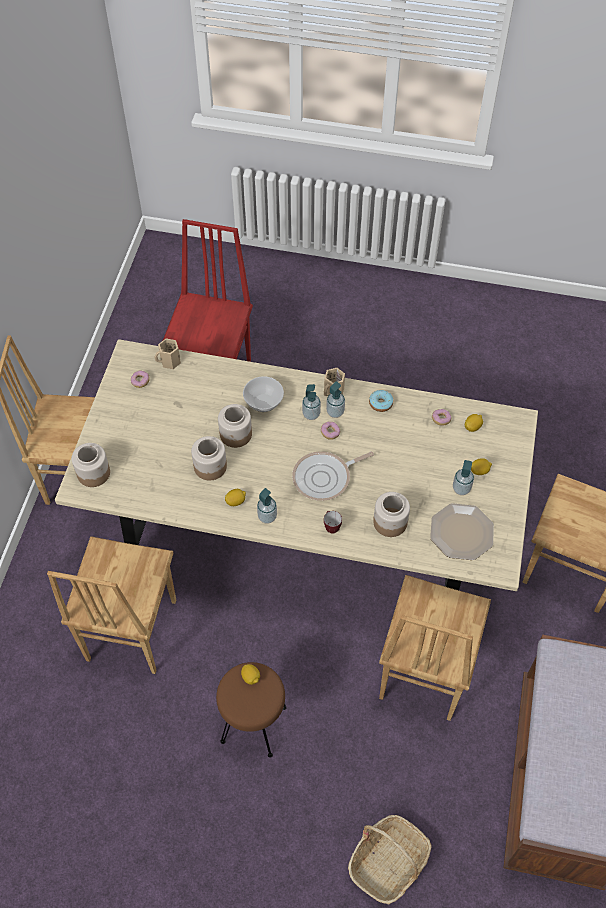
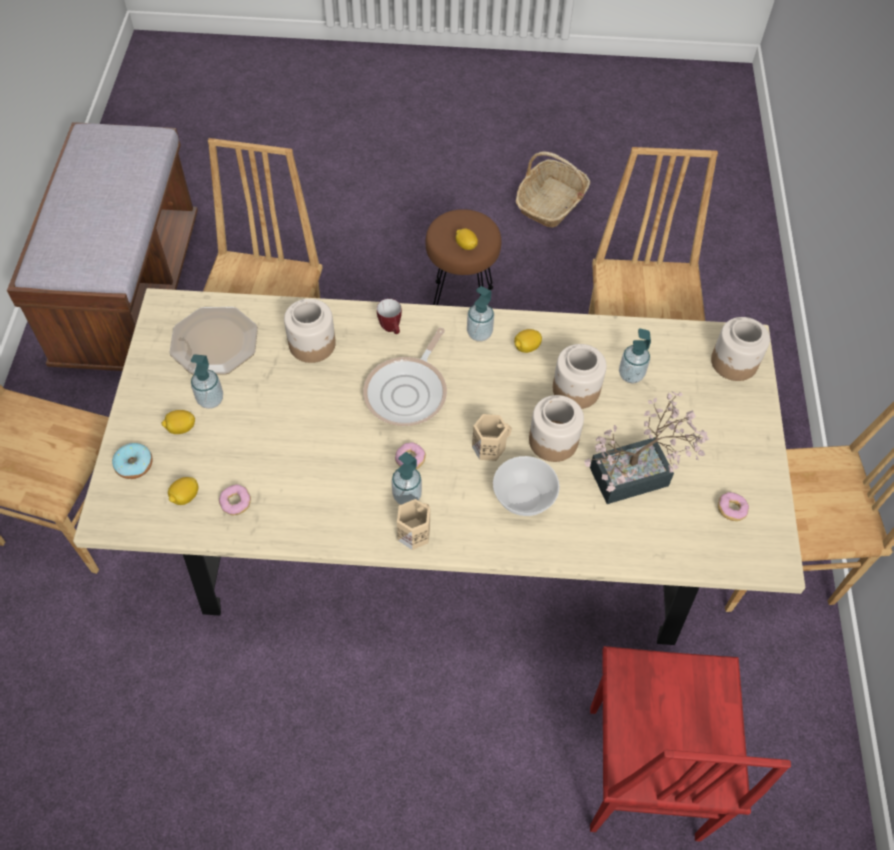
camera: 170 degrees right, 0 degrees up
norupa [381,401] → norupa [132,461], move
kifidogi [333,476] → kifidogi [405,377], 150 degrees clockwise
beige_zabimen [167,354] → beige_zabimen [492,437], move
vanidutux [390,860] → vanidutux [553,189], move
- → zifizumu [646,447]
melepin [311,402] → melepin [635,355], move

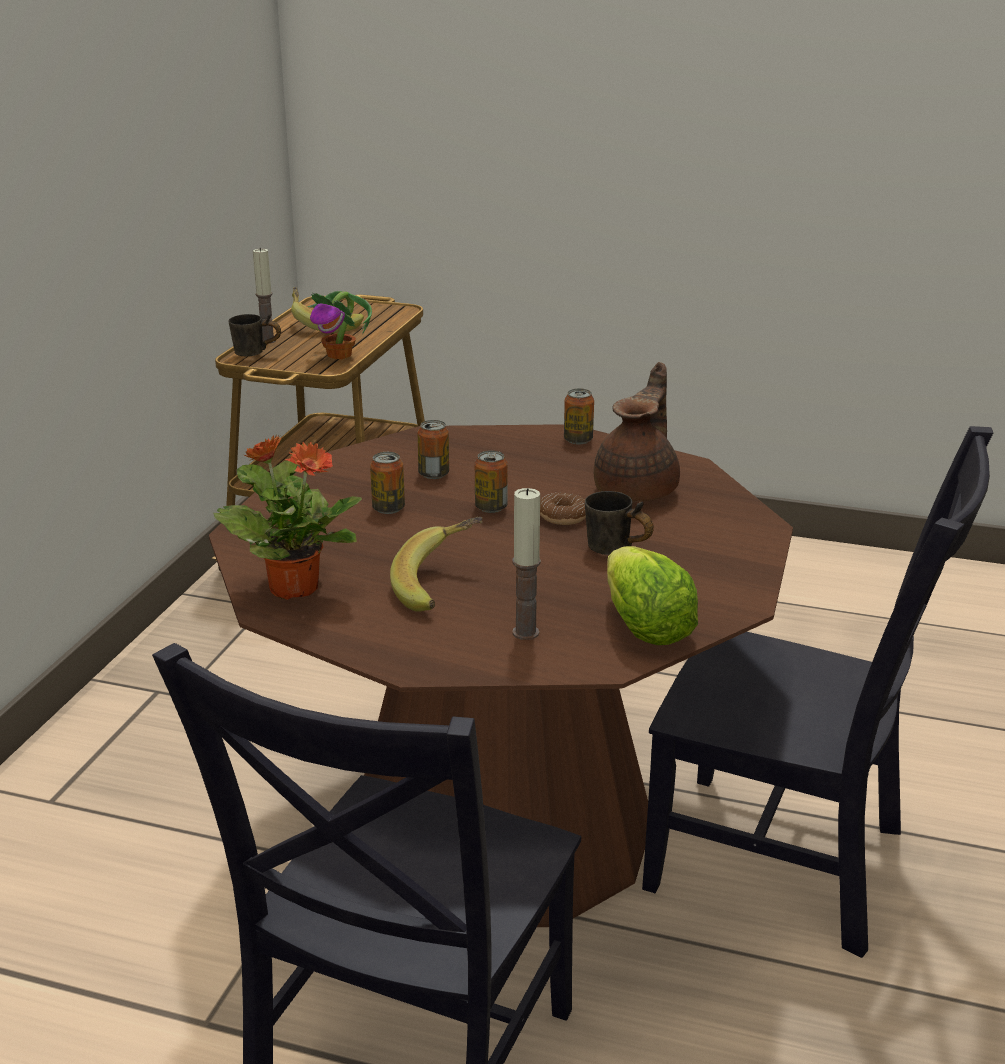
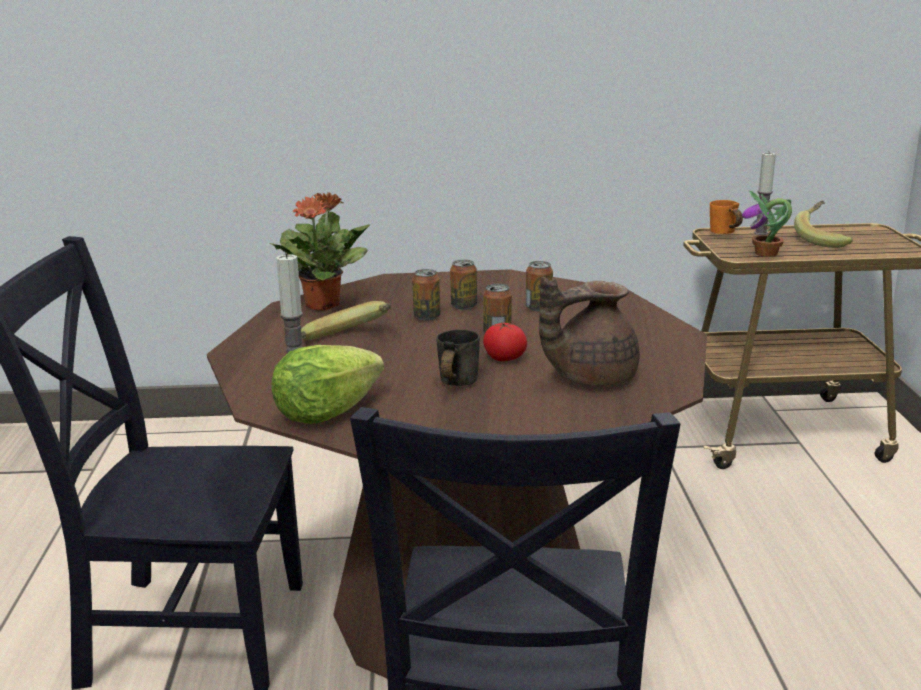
camera: 70 degrees right, 5 degrees down
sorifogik [579,416] → sorifogik [426,295], move
norupa [563,508] → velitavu [505,341]
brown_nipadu [637,432] → brown_nipadu [589,331], 150 degrees clockwise
grey_zabimen [254,335] → orange_zabimen [726,217]

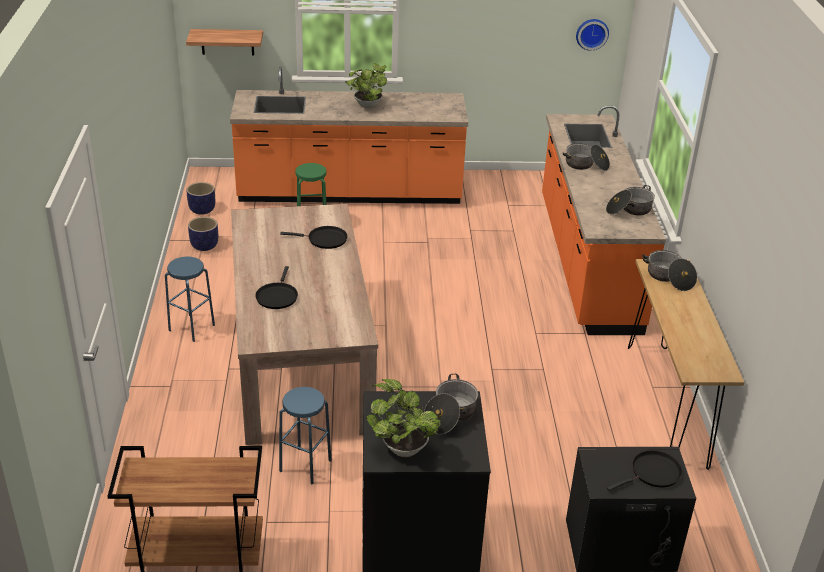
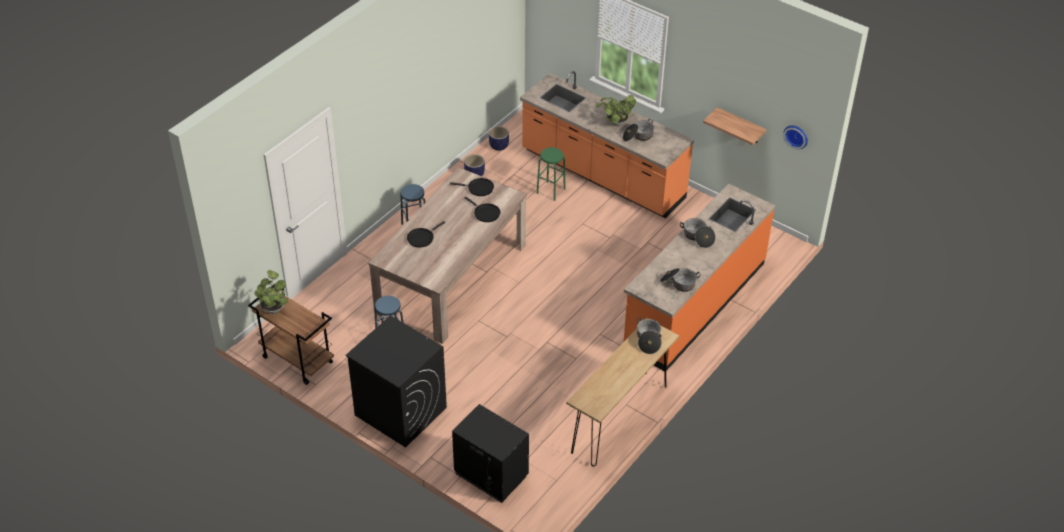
camera: 40 degrees right, 10 degrees up
zifizumu [403,418] → zifizumu [271,292], move
black_kifidogi [644,470] → black_kifidogi [472,187], move
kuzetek [451,404] → kuzetek [638,130], move
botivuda [224,42] → botivuda [735,126], move

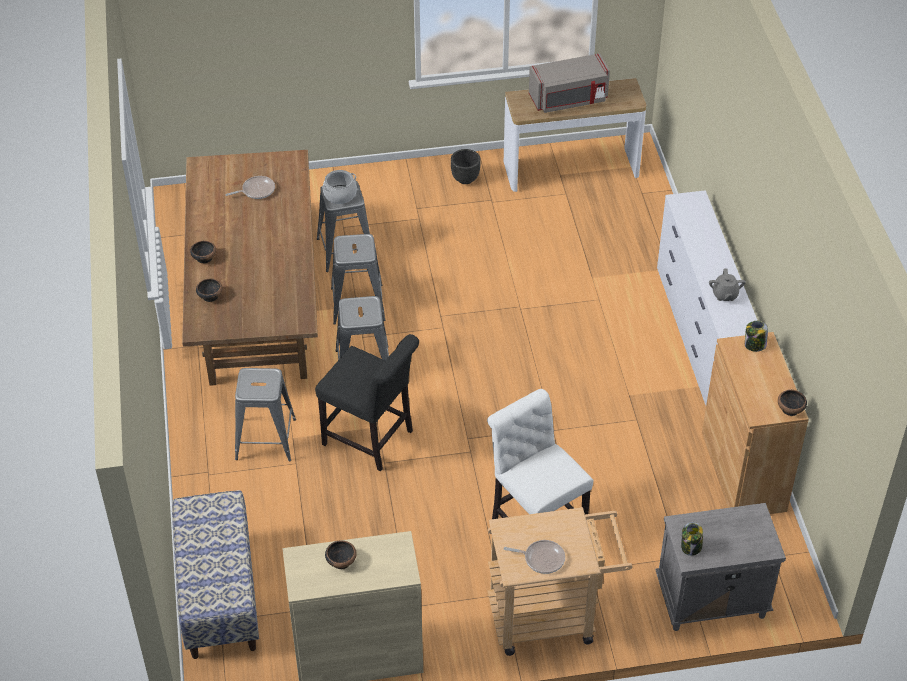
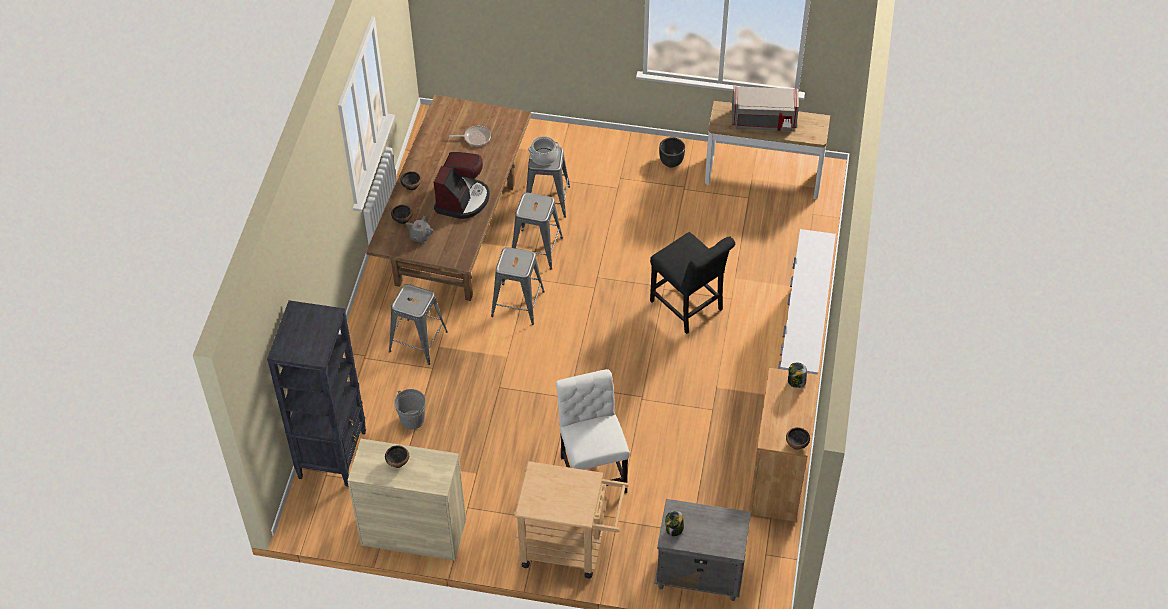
camera: 20 degrees right, 5 degrees up
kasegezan [215,574] → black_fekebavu [316,393]
- → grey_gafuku [410,409]
grey_nipadu [727,285] → grey_nipadu [419,229], move
- → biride [462,185]
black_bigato [367,402] → black_bigato [692,283], move
kifidogi [534,557] → -

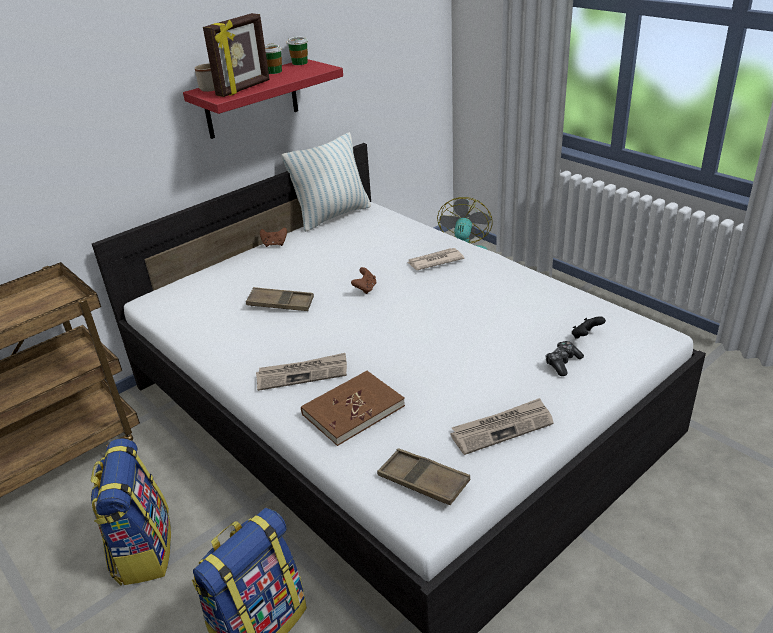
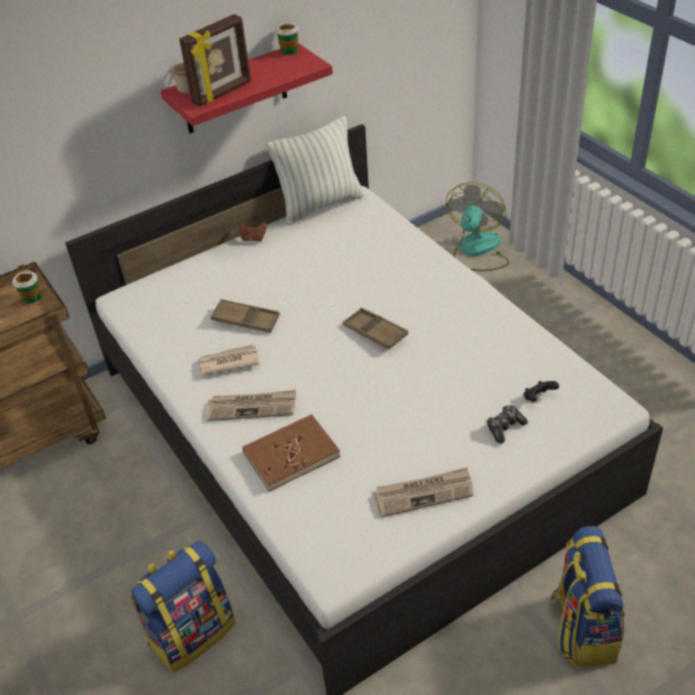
camera: 10 degrees right, 10 degrees up
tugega [273,58] → tugega [26,287], move
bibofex [436,259] → bibofex [229,360], move
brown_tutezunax [423,476] → brown_tutezunax [375,328], move
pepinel [131,512] → pepinel [587,596], move
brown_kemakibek [363,280] → -

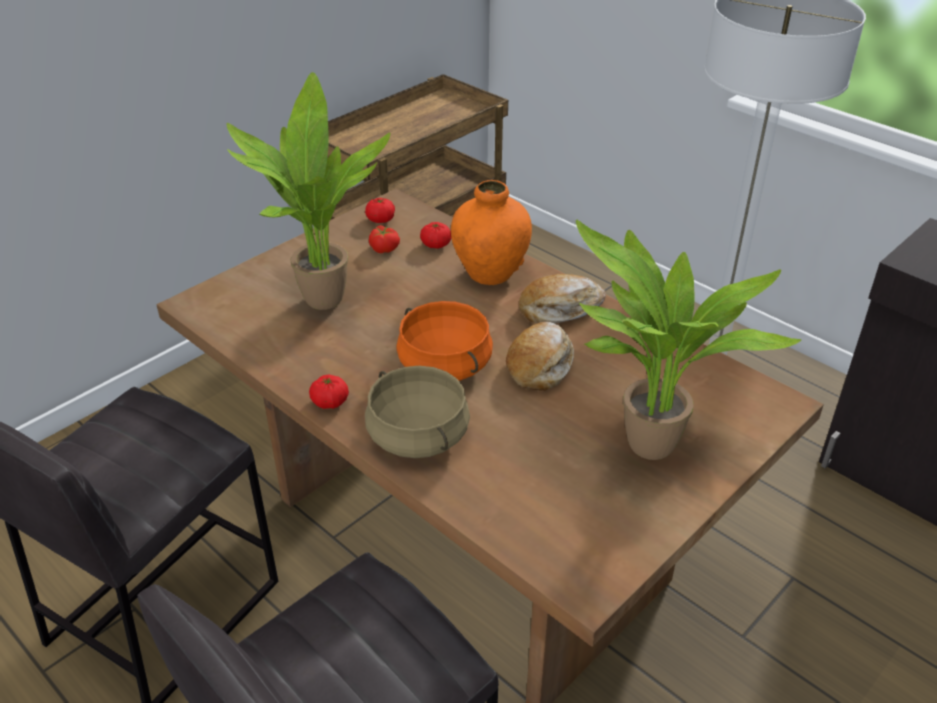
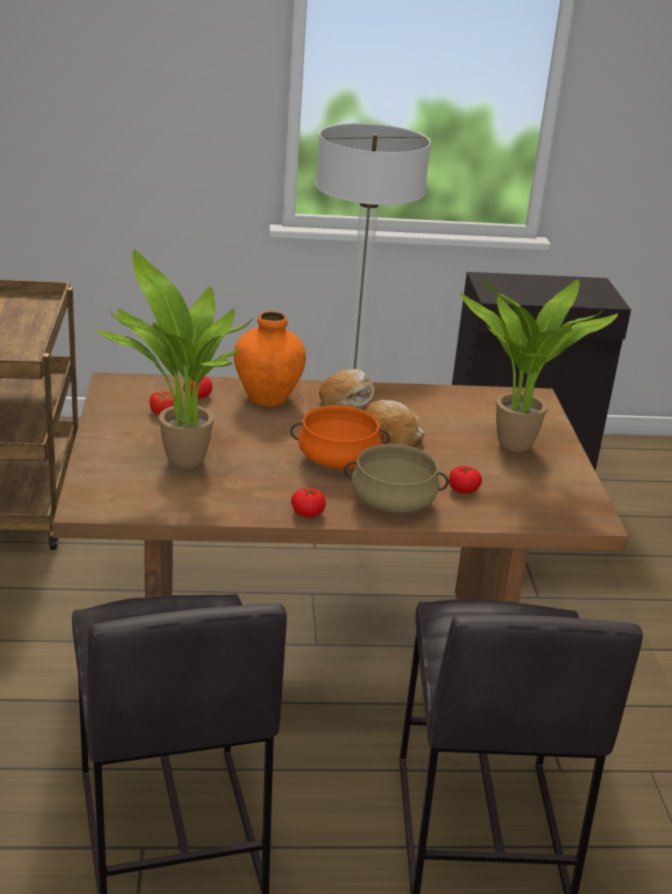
camera: 50 degrees left, 10 degrees down
velitavu [380,210] → velitavu [465,480], move

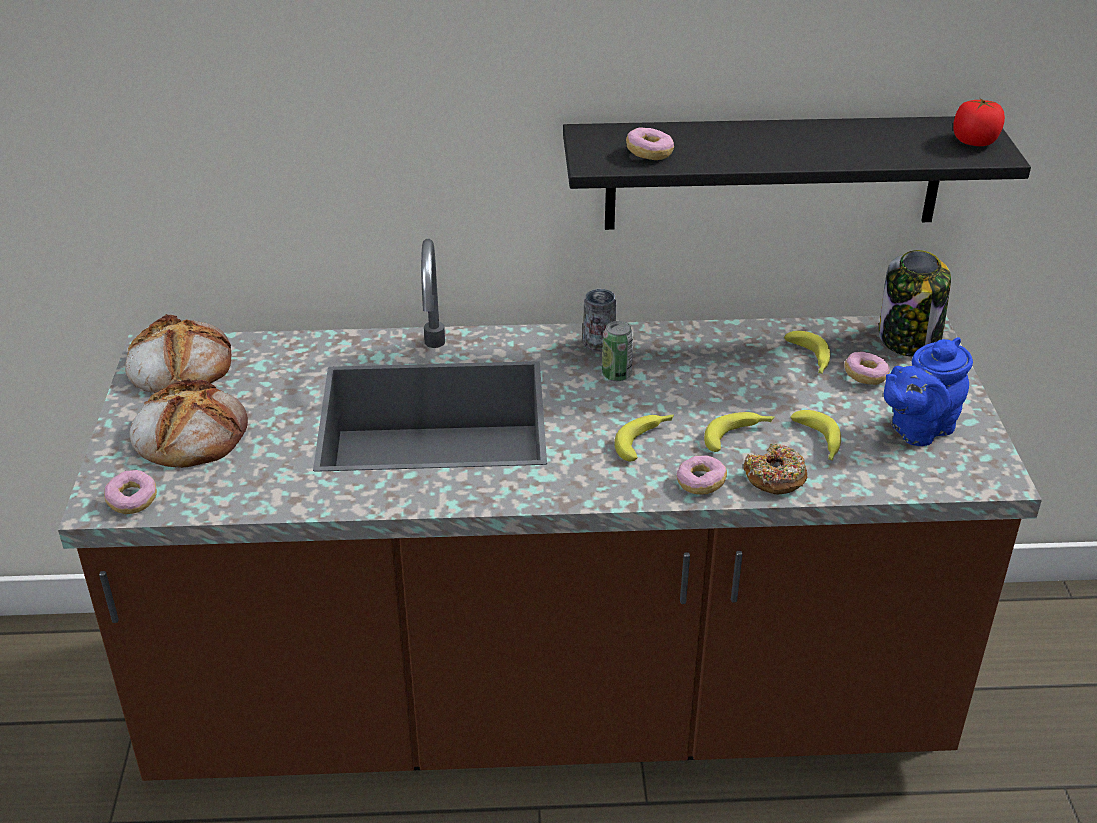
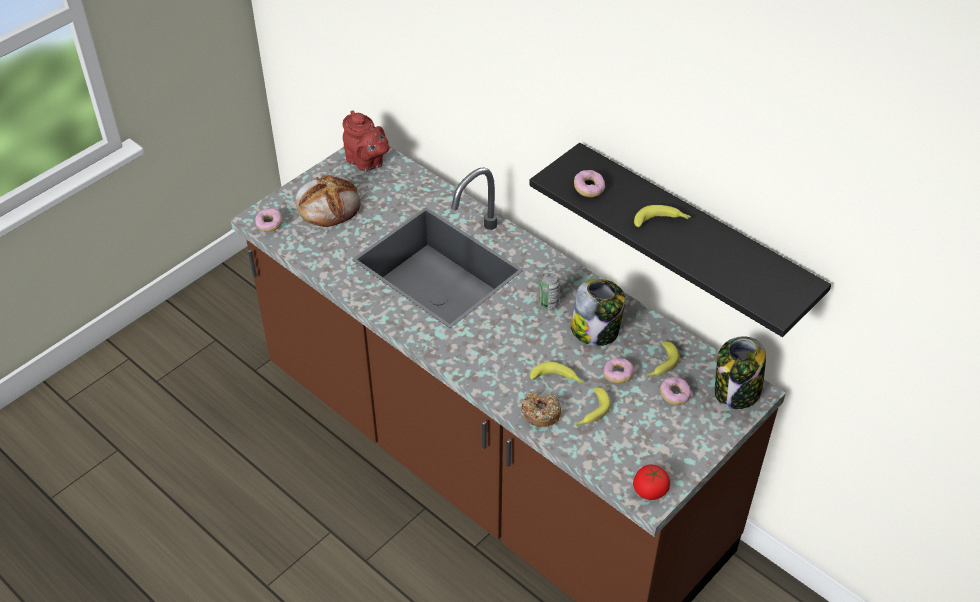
camera: 45 degrees right, 10 degrees up
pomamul [178,353] → red_nipadu [366,141]
- → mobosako [598,312]
norupa [702,475] → norupa [618,371], move
velitavu [979,122] → velitavu [651,482], move
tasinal [644,437] → tasinal [662,216], move
sorifogik [600,320] → -
blue_nipadu [928,391] → -

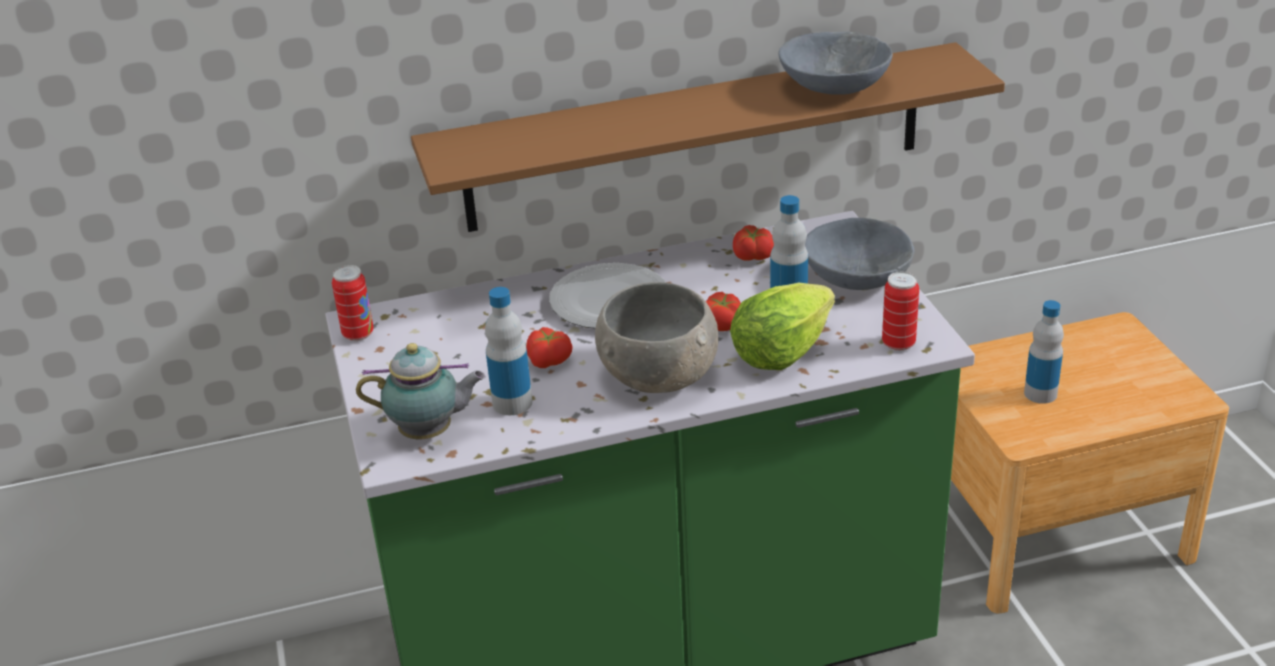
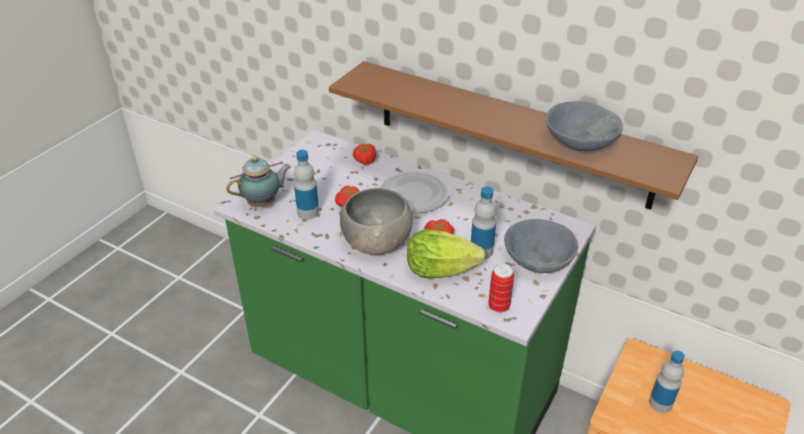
camera: 45 degrees right, 5 degrees up
nipadu [421,391] → nipadu [258,181], 75 degrees counterclockwise
velitavu [753,243] → velitavu [364,154], move
sorifogik [353,303] → -

